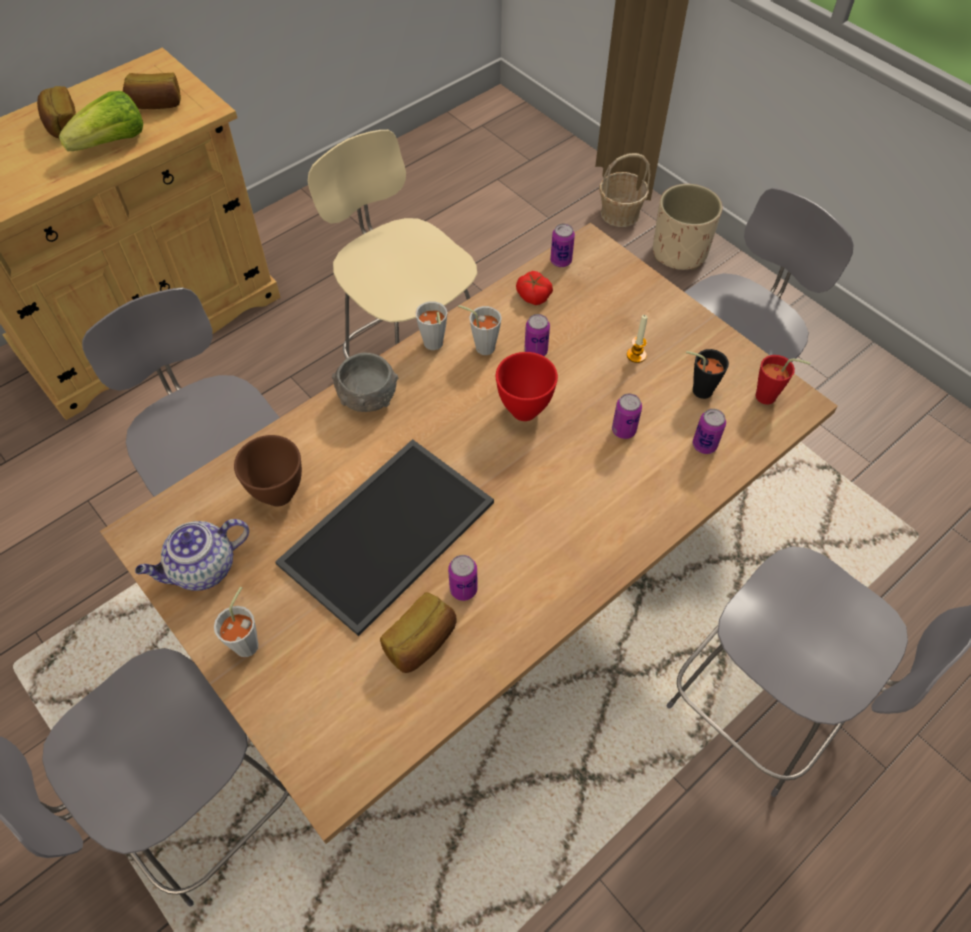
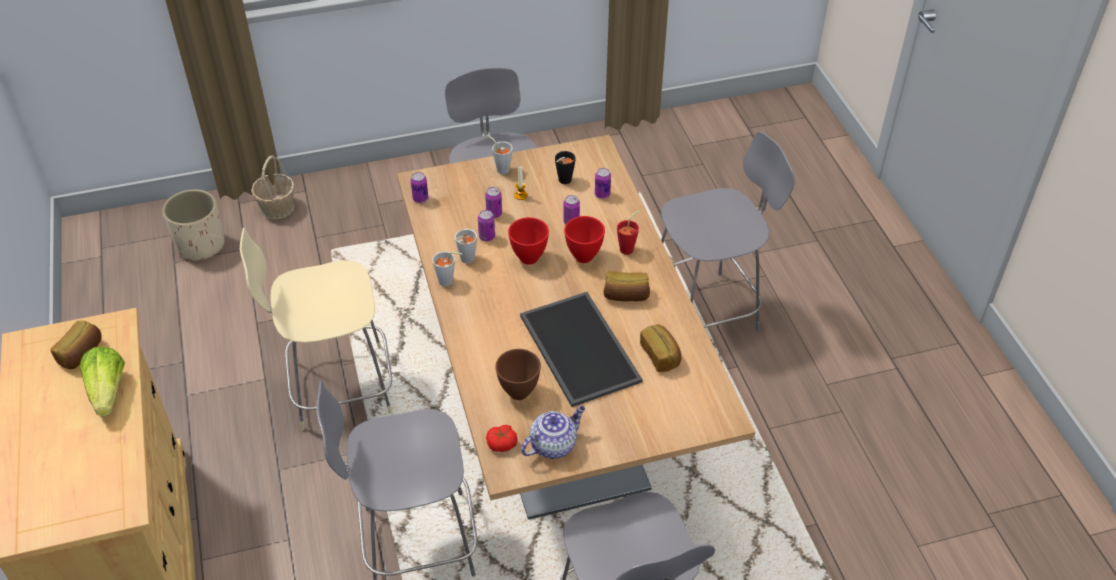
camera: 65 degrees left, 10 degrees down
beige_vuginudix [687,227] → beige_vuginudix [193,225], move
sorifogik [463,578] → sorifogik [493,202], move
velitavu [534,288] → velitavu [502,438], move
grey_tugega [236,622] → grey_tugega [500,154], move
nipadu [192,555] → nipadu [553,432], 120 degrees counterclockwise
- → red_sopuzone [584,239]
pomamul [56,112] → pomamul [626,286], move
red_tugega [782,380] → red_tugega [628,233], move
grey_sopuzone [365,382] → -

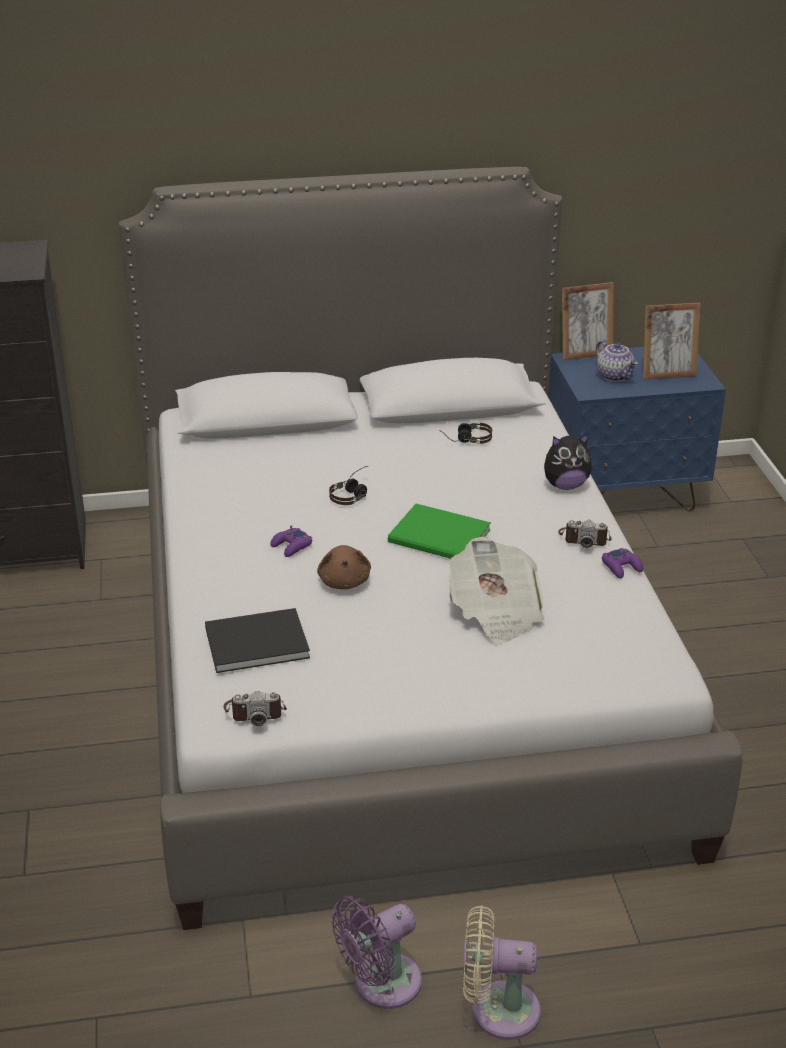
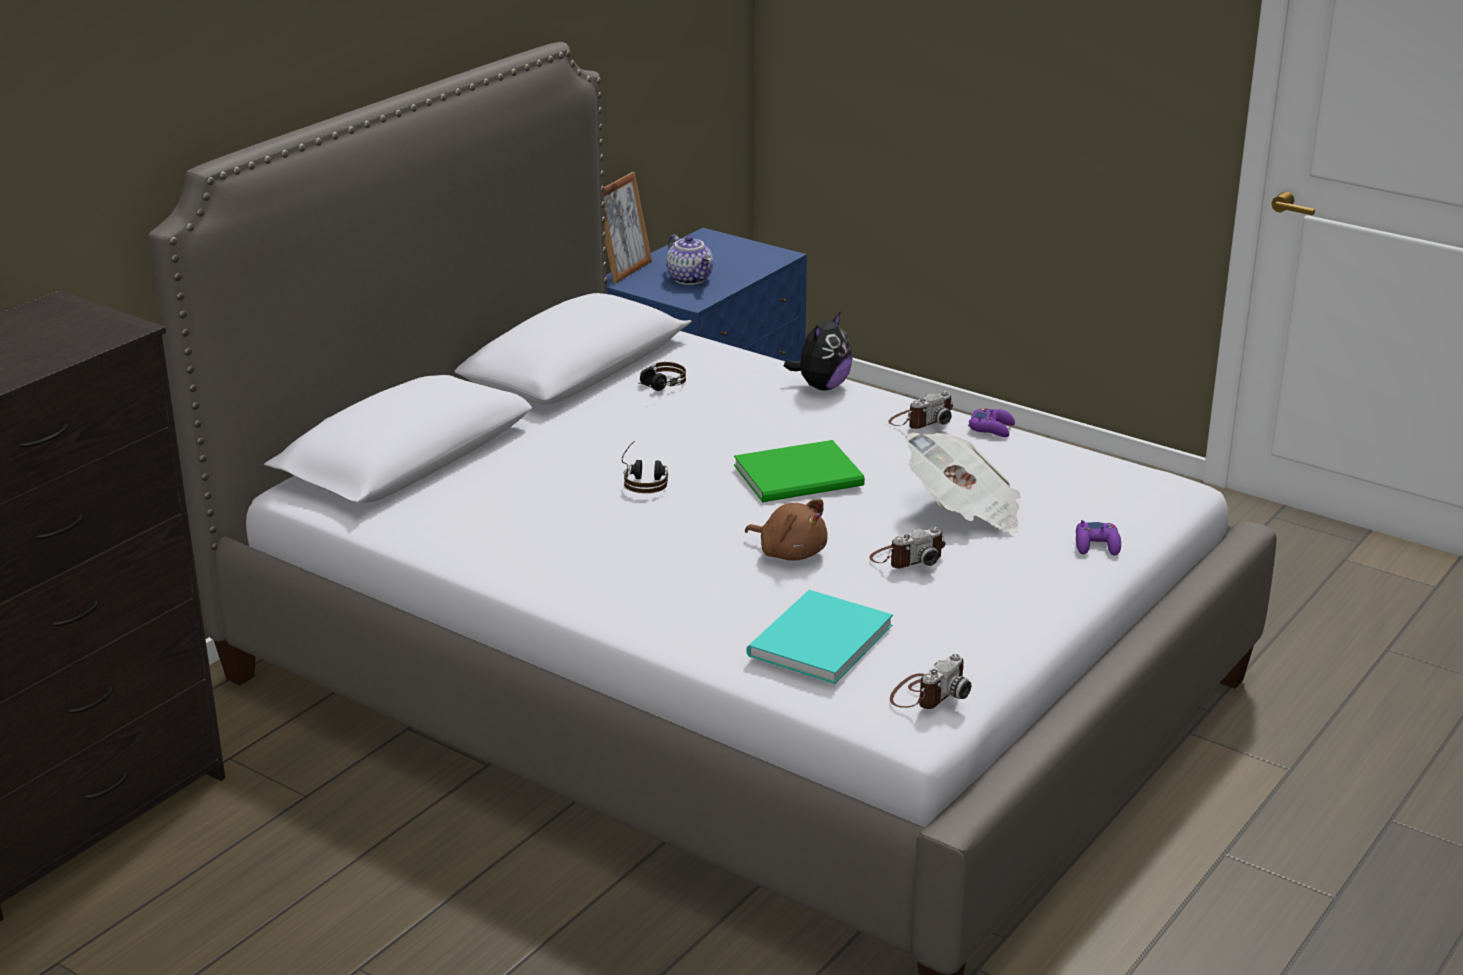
camera: 45 degrees left, 5 degrees down
nipadu [617,361] → nipadu [689,260], 45 degrees clockwise
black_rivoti [257,640] → turquoise_rivoti [819,637]
- → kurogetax [907,547]
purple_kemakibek [291,541] → purple_kemakibek [1098,537], move
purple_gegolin [376,952] → -
beige_gegolin [502,972] → -
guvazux [671,341] → -

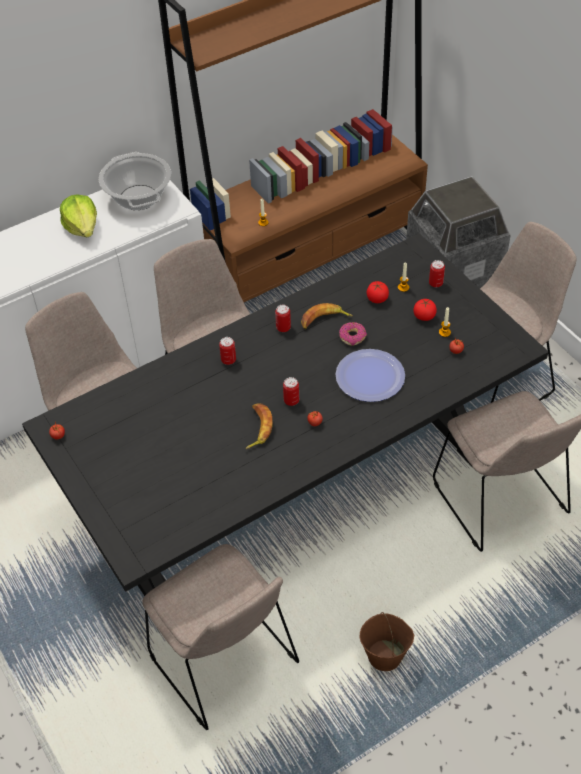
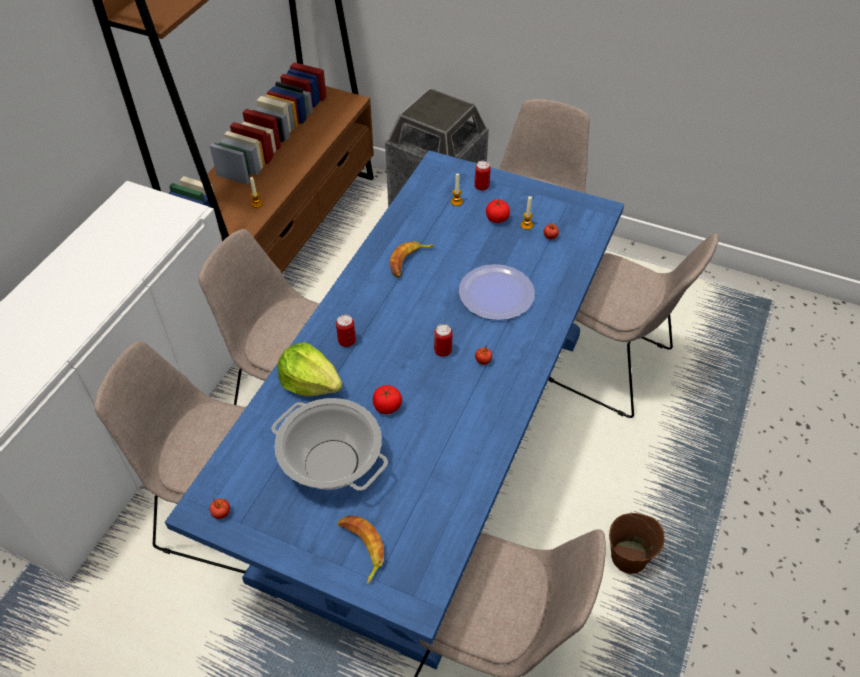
camera: 35 degrees left, 0 degrees up
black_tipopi [285,414] → blue_tipopi [394,409]
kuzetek [135,181] → kuzetek [329,444], move
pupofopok [78,215] → pupofopok [310,369], move
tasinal [258,426] → tasinal [360,550], move
velitavu [377,292] → velitavu [387,399], move
sorifogik [283,318] → -
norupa [353,334] → -

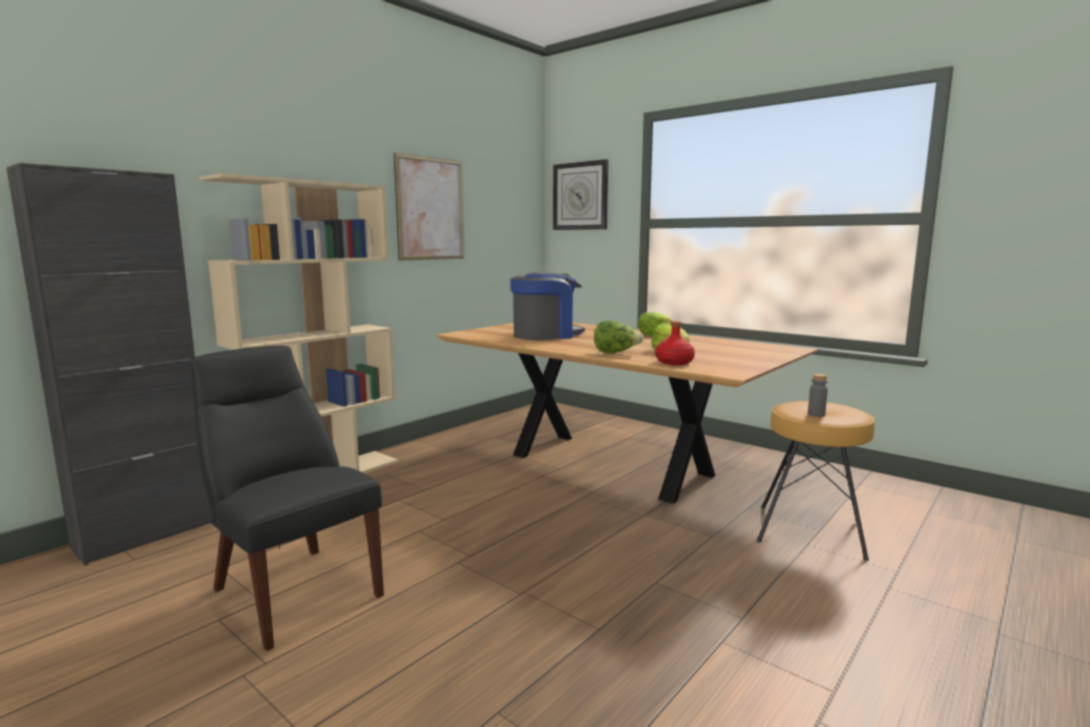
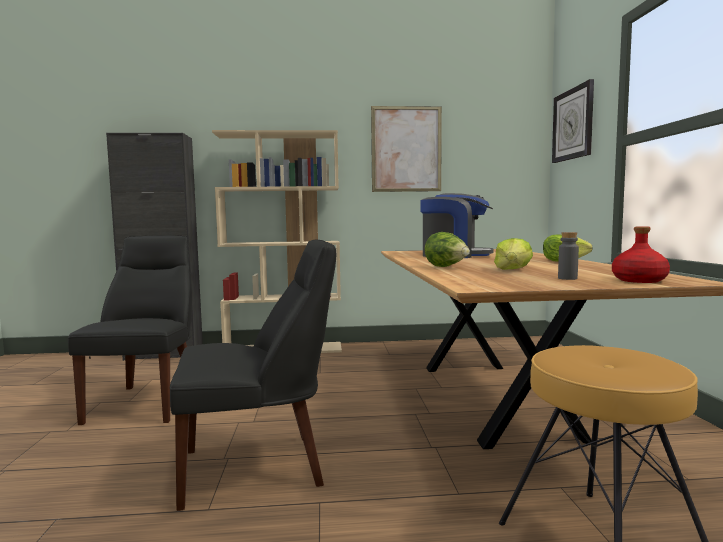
camera: 45 degrees right, 5 degrees down
- → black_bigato [253,375]
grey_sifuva [818,395] → grey_sifuva [568,256], move
red_sifuva [675,343] → red_sifuva [641,254], move

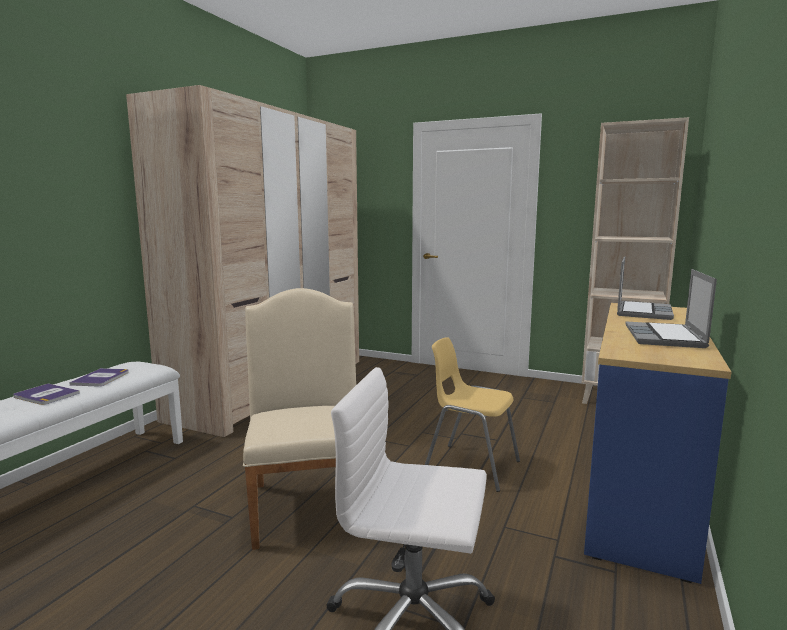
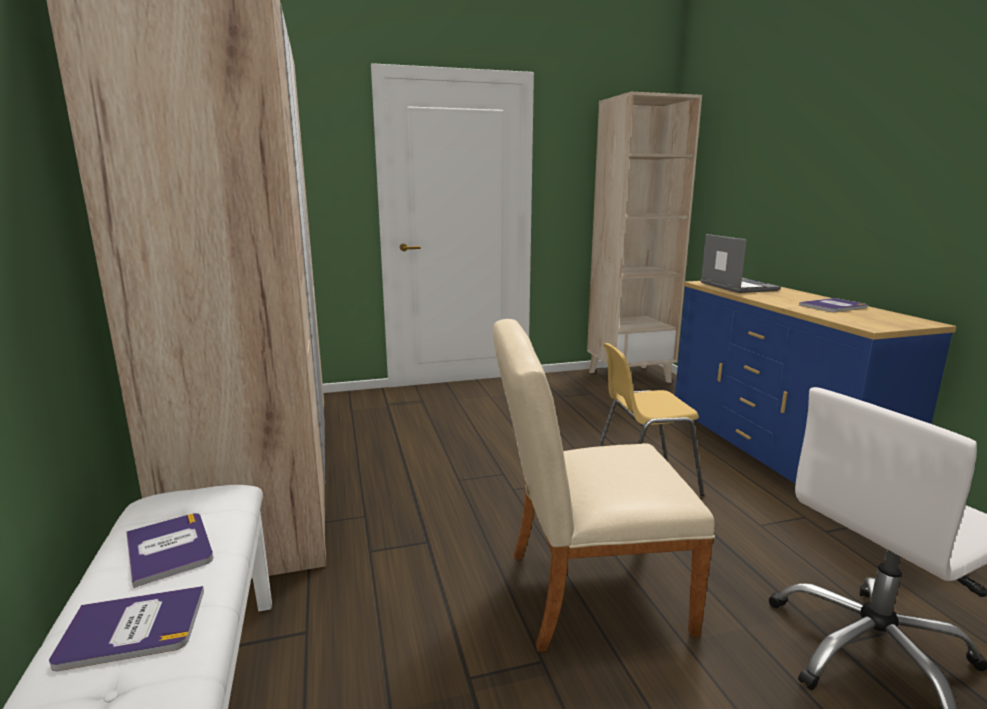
camera: 40 degrees left, 5 degrees up
beige_bigato [299,419] → beige_bigato [604,485], 45 degrees counterclockwise
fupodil [671,308] → rivoti [833,305]

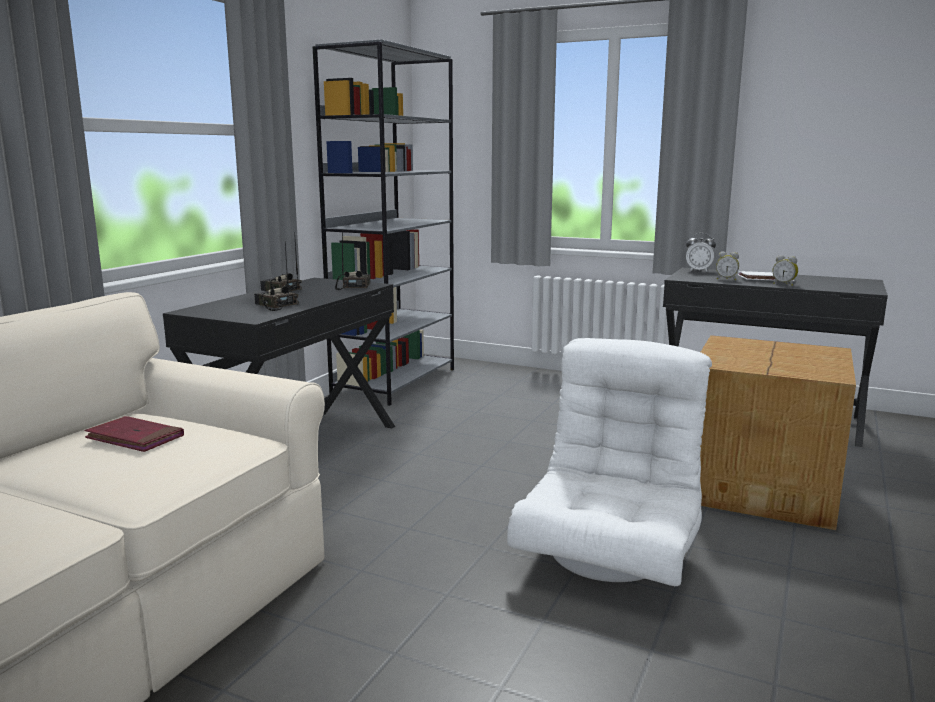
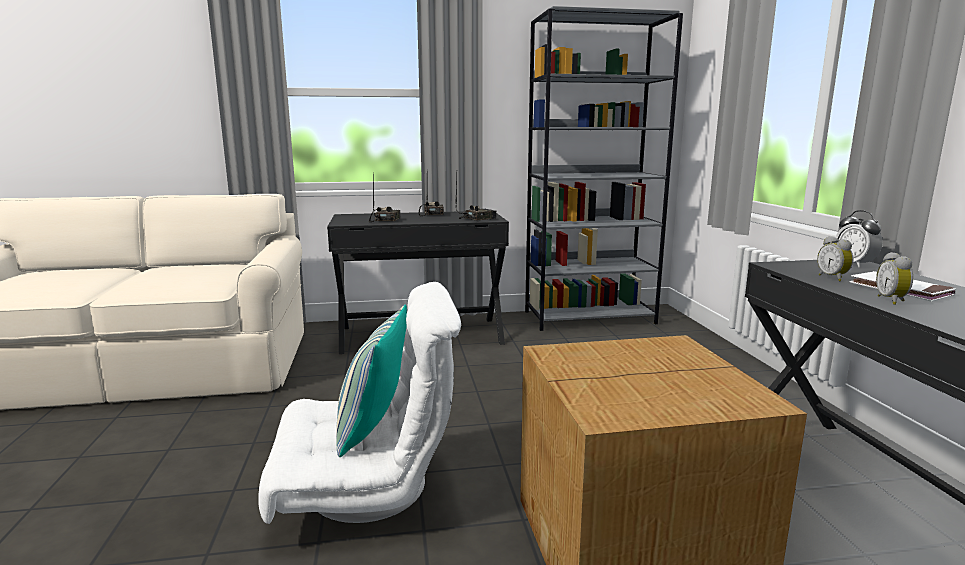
camera: 55 degrees right, 0 degrees up
- → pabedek [371,380]
red_rivoti [134,434] → -

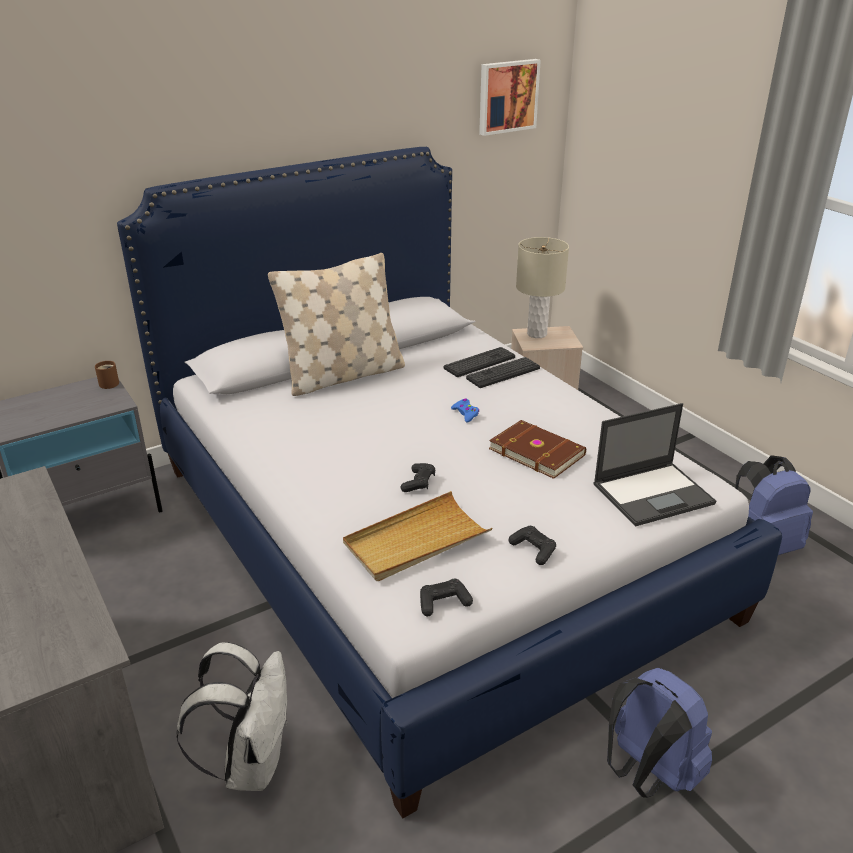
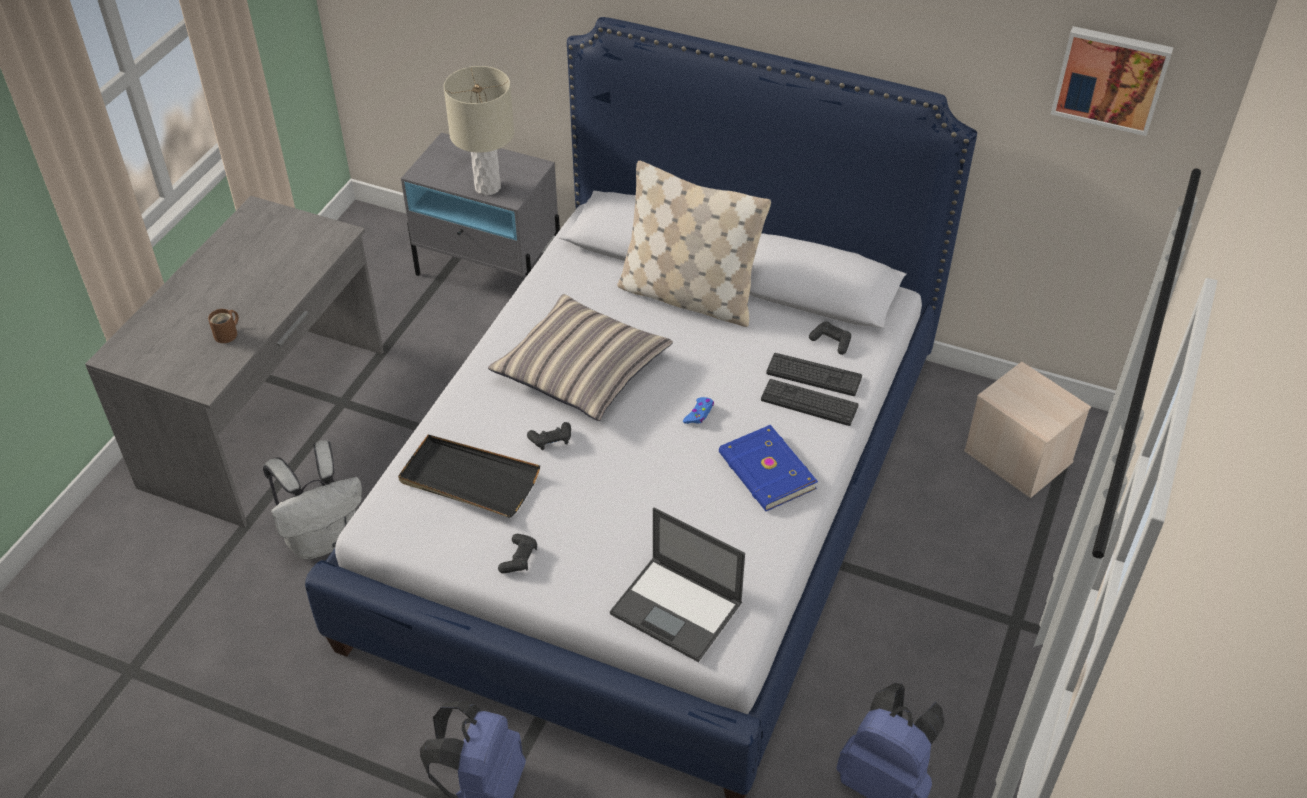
camera: 55 degrees right, 15 degrees up
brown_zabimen [107,375] → brown_zabimen [223,326], move
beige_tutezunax [418,536] → black_tutezunax [469,476]
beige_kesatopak [542,287] → beige_kesatopak [479,130], move
- → pabedek [580,357]
- → blue_rivoti [768,468]
black_kemakibek [446,597] → black_kemakibek [830,338], move
brown_rivoti [537,449] → -

